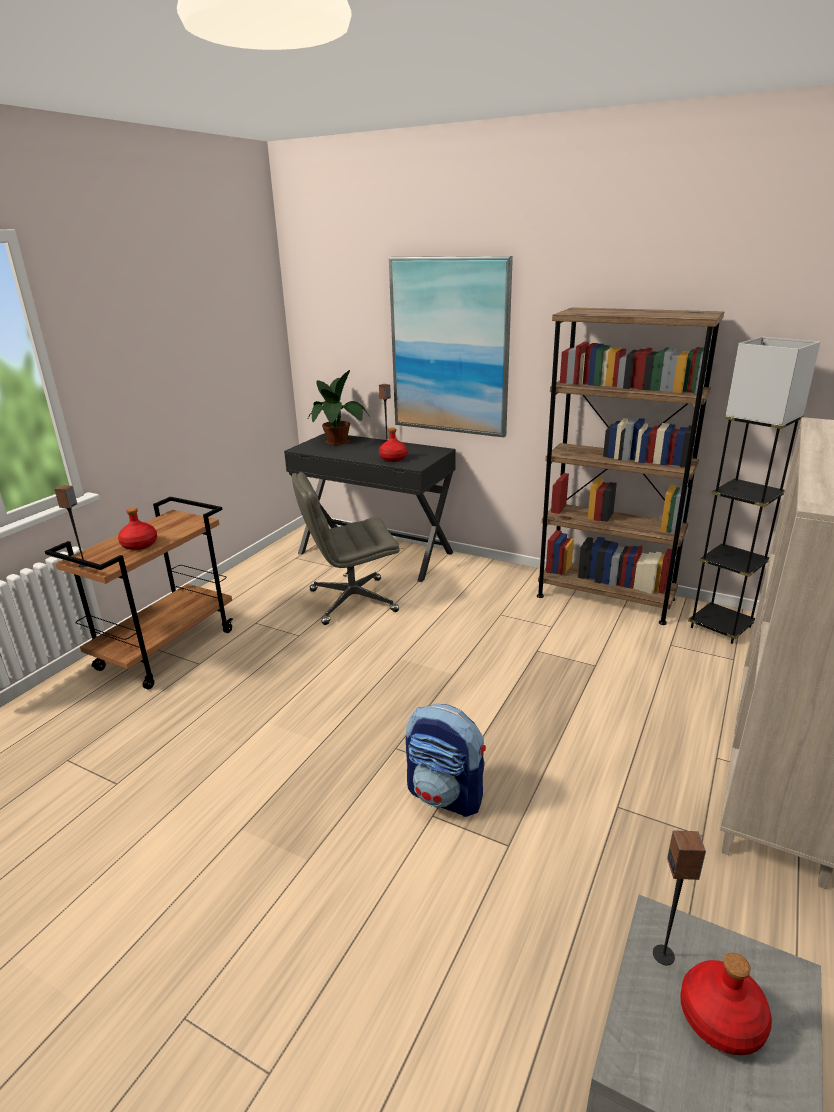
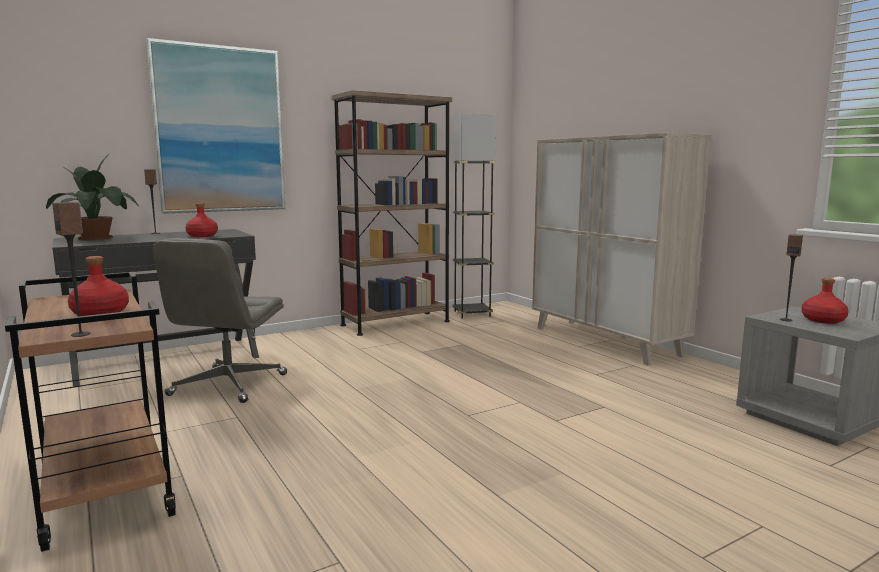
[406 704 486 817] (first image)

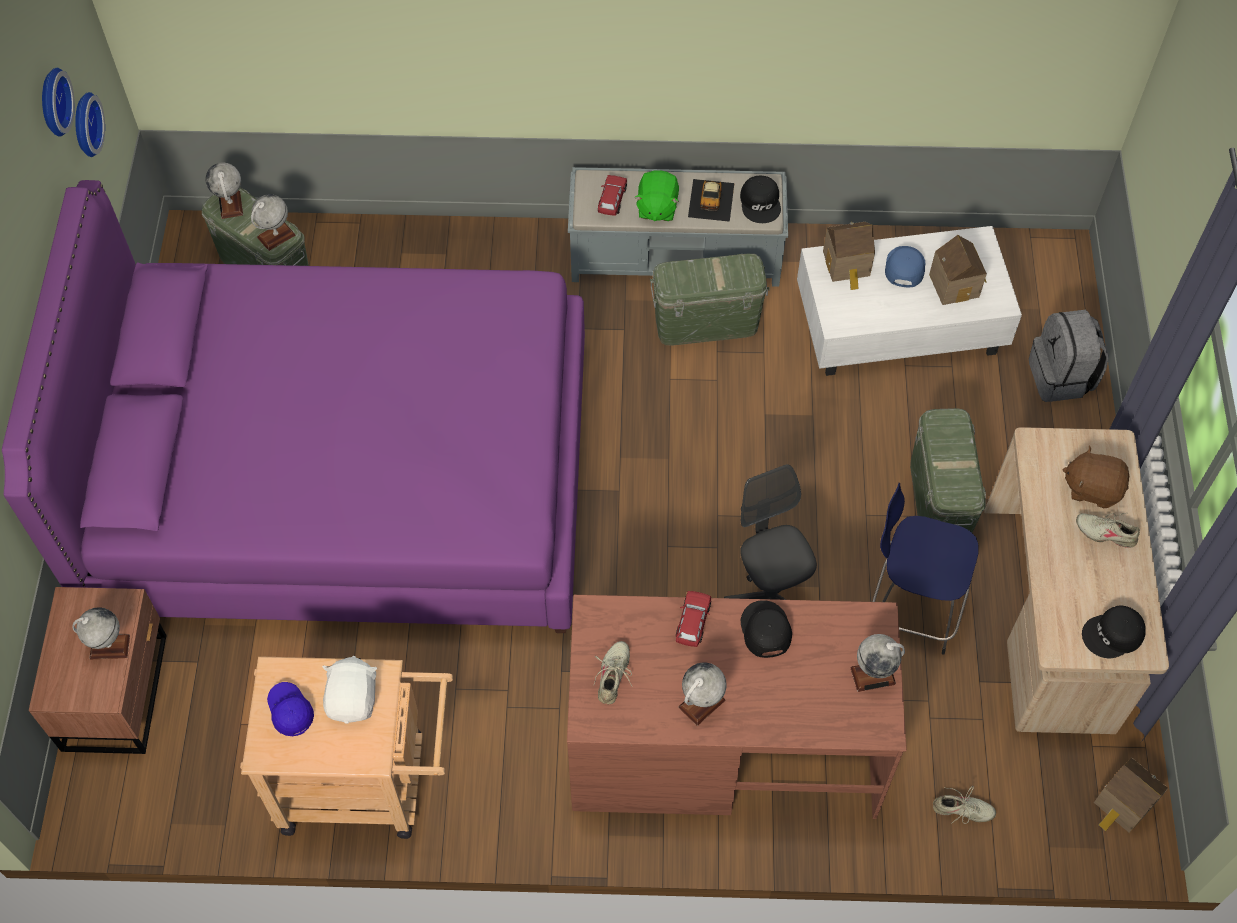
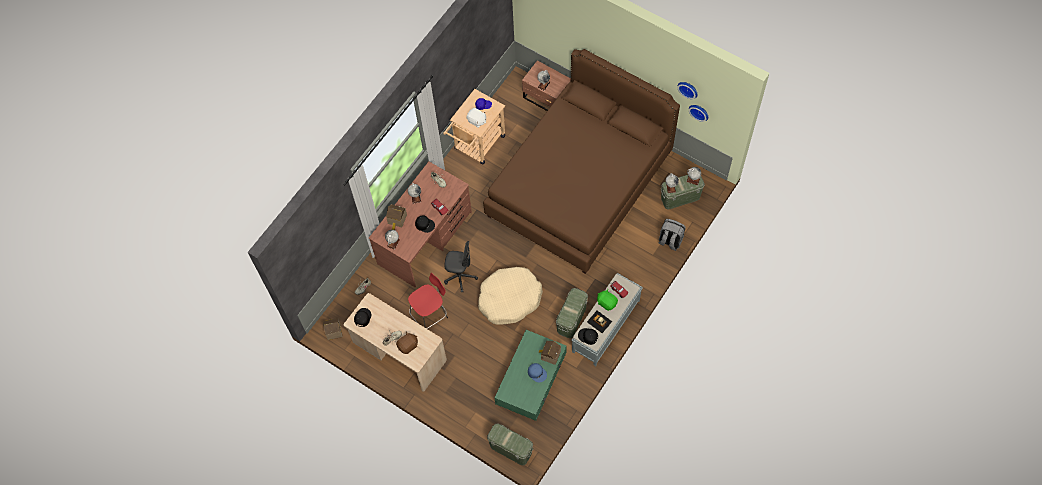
[483 49 680 274]
[495 330 567 421]
[408 273 448 329]
[487 423 533 466]
[386 204 407 230]
[658 219 686 251]
[478 267 543 325]

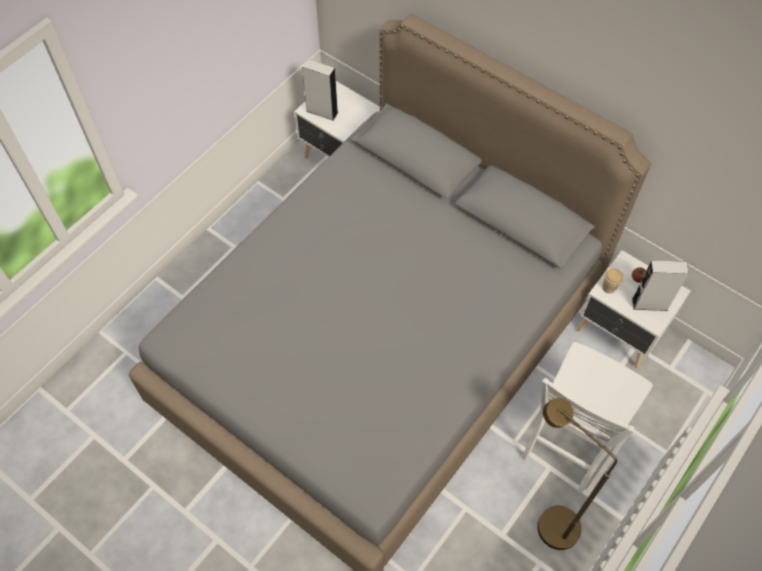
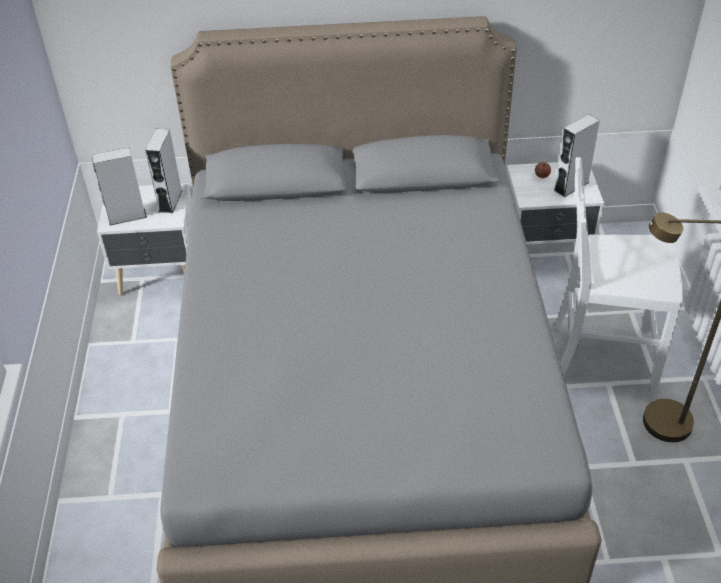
[554 157 683 392]
[602 268 623 294] (first image)
[145 129 182 213]

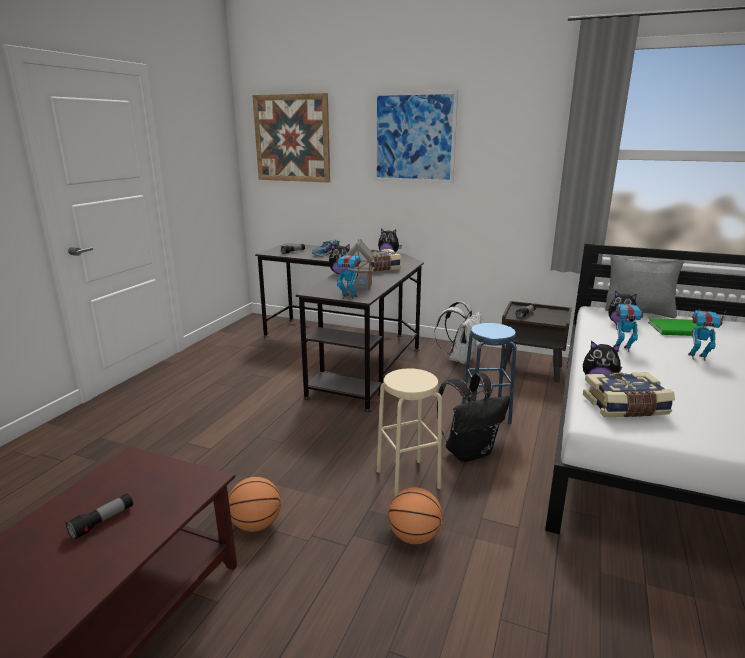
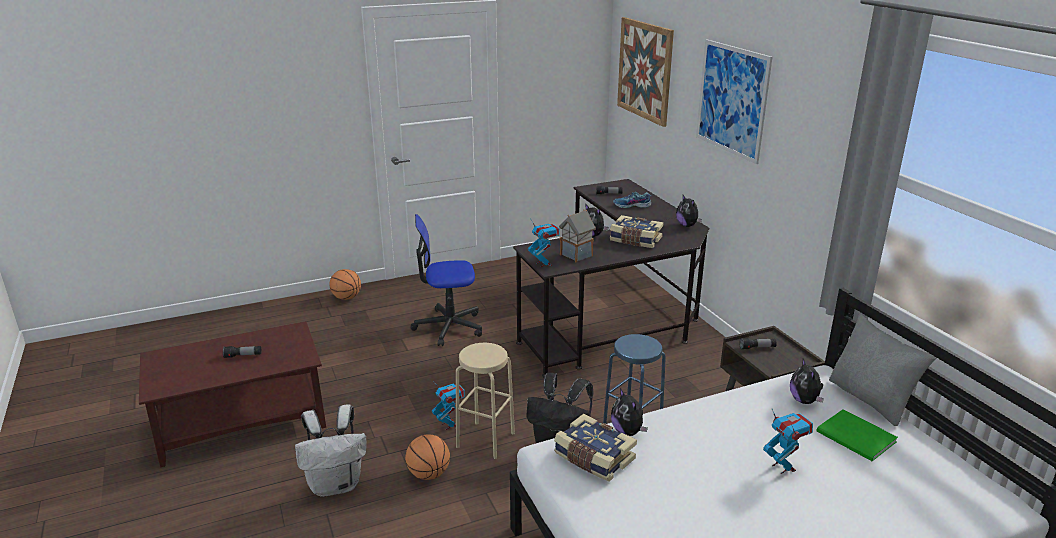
[329 269 361 300]
[295 405 367 497]
[432 381 465 430]
[411 214 482 346]

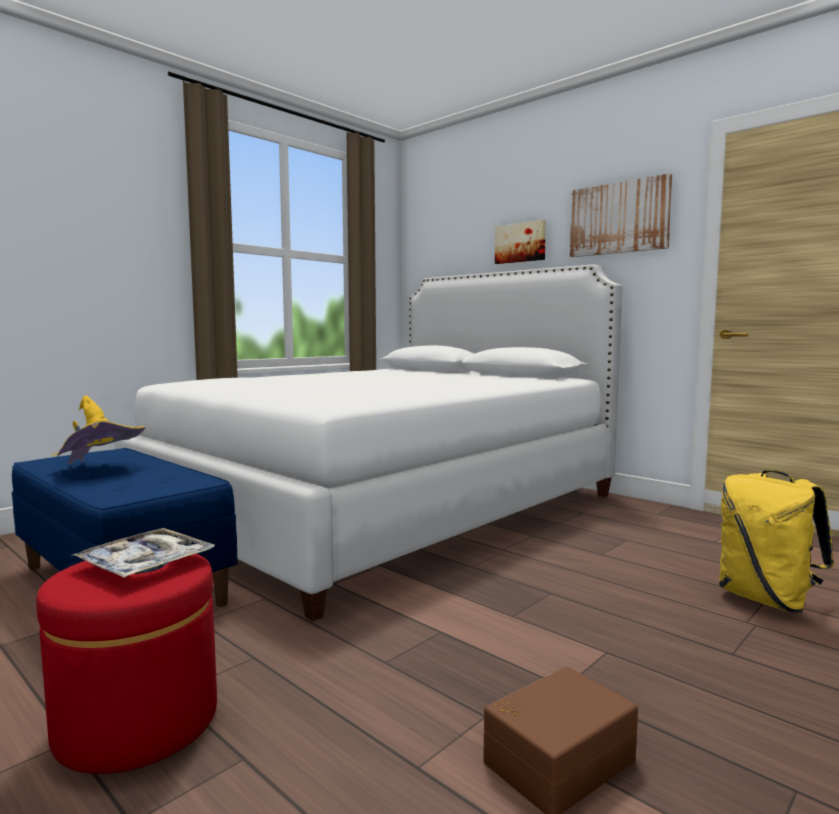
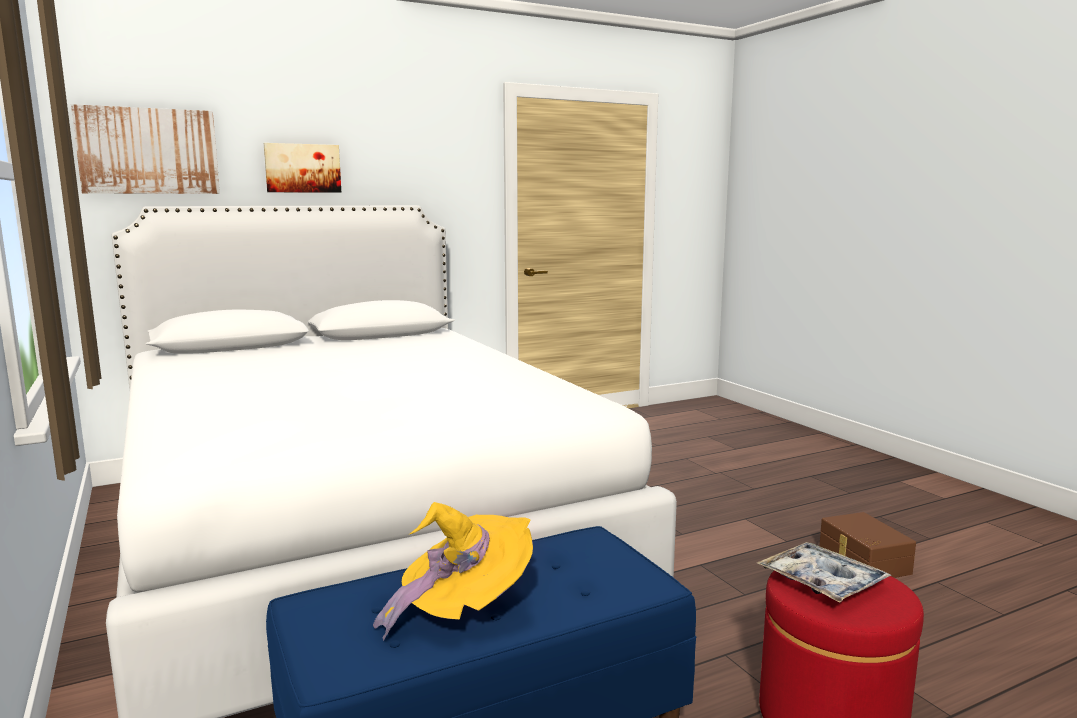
[71 104 220 194]
[719 470 834 613] (first image)

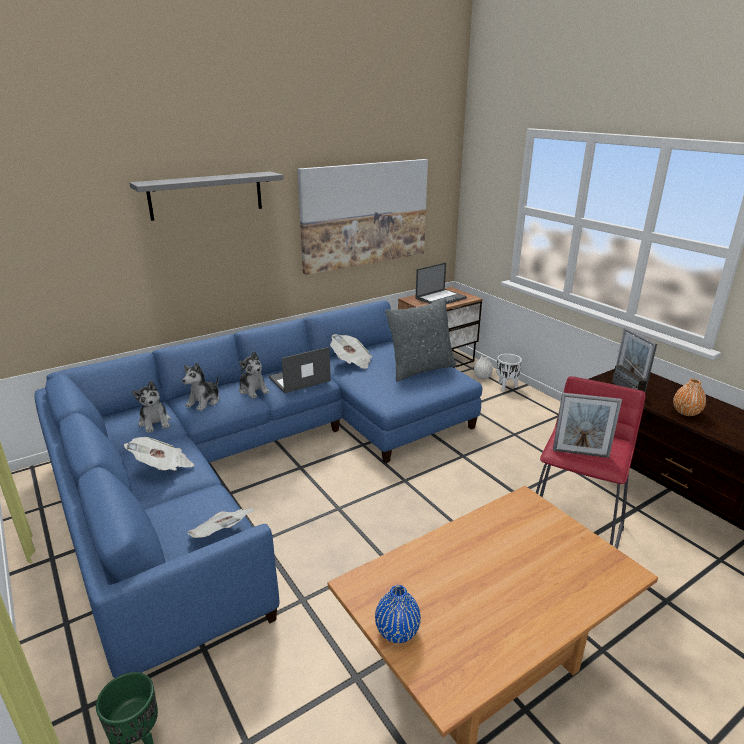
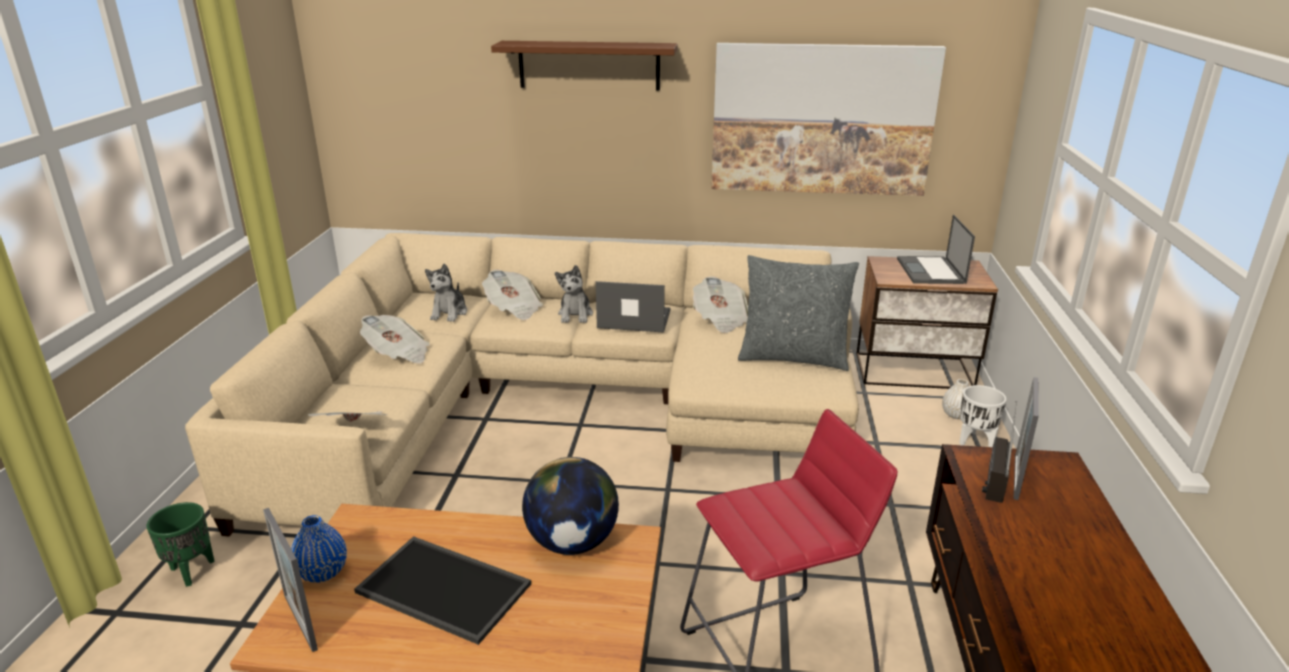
[185 233 859 536]
[491 41 677 91]
[482 269 543 320]
[897 215 975 284]
[263 508 318 652]
[673 379 706 416] (first image)
[354 536 531 645]
[522 457 619 555]

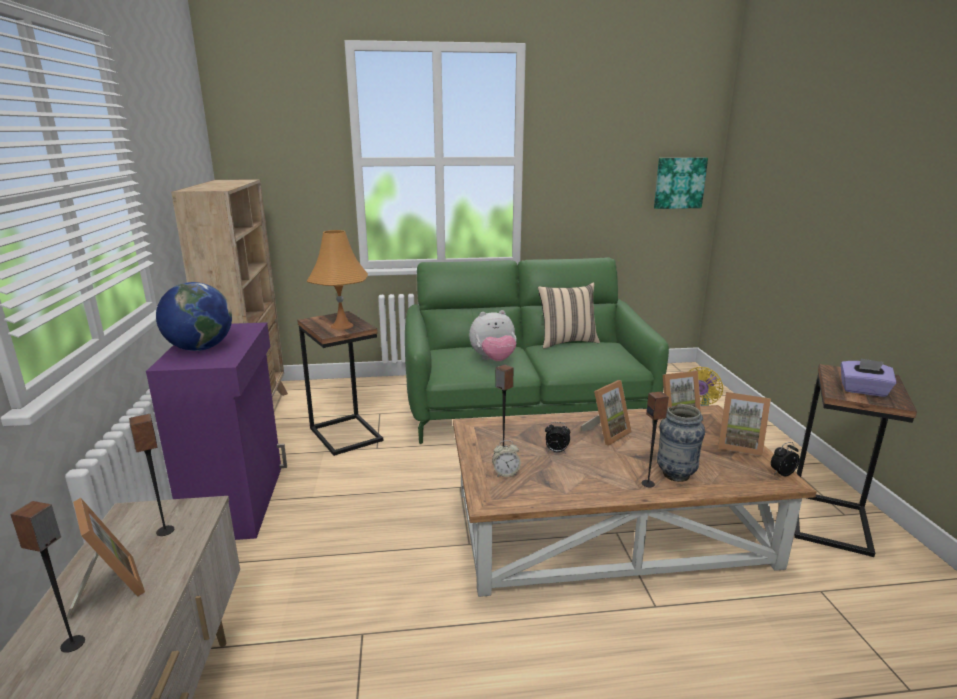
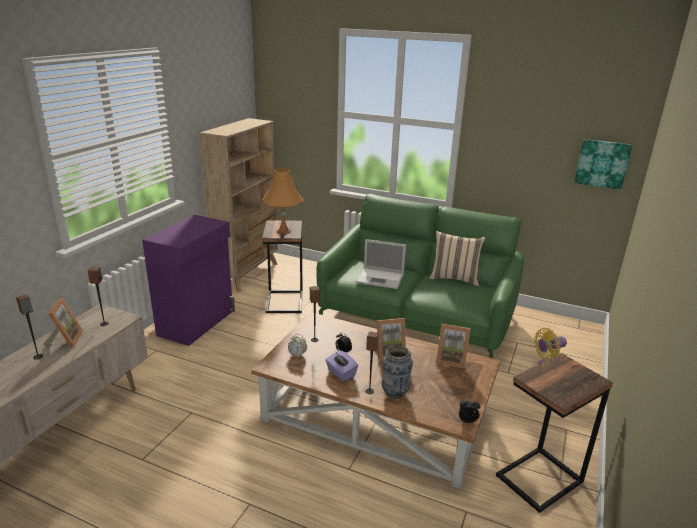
[156 282 232 351] (first image)
[356 239 406 289]
[718 392 771 456] (first image)
[325 350 358 382]

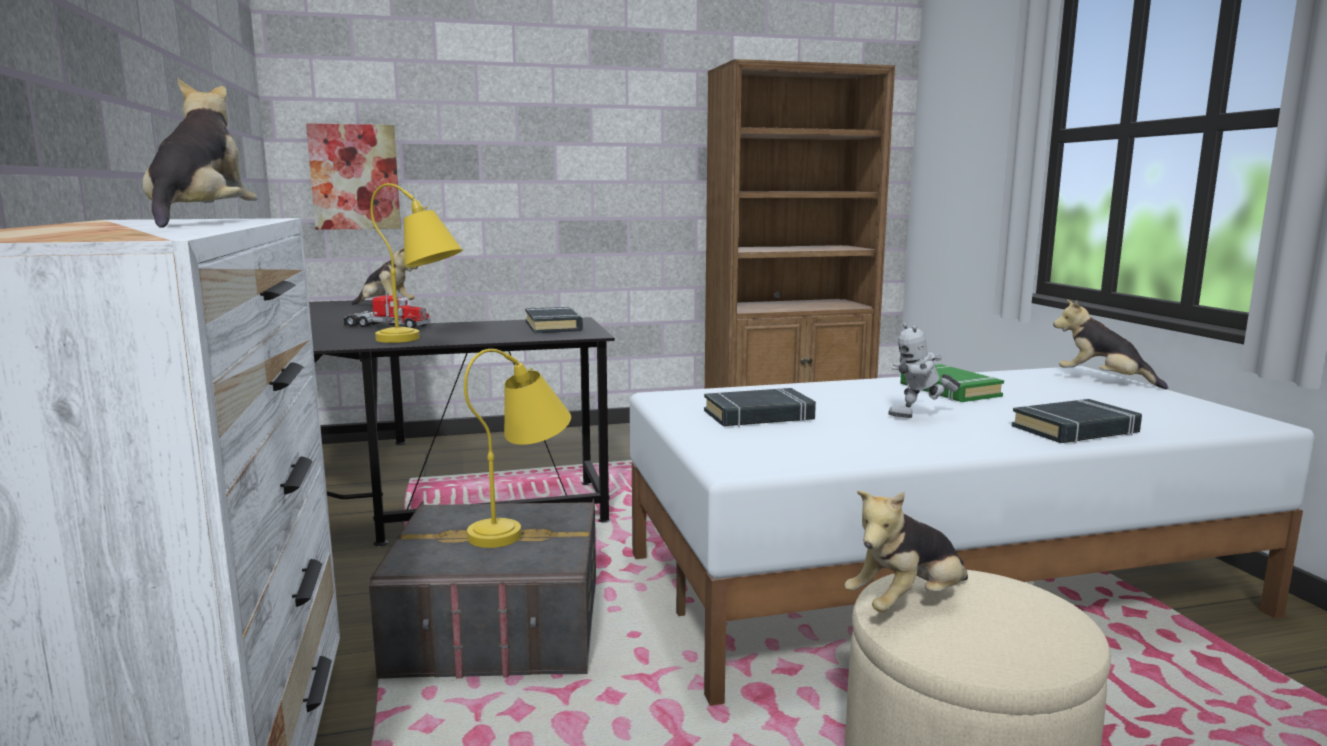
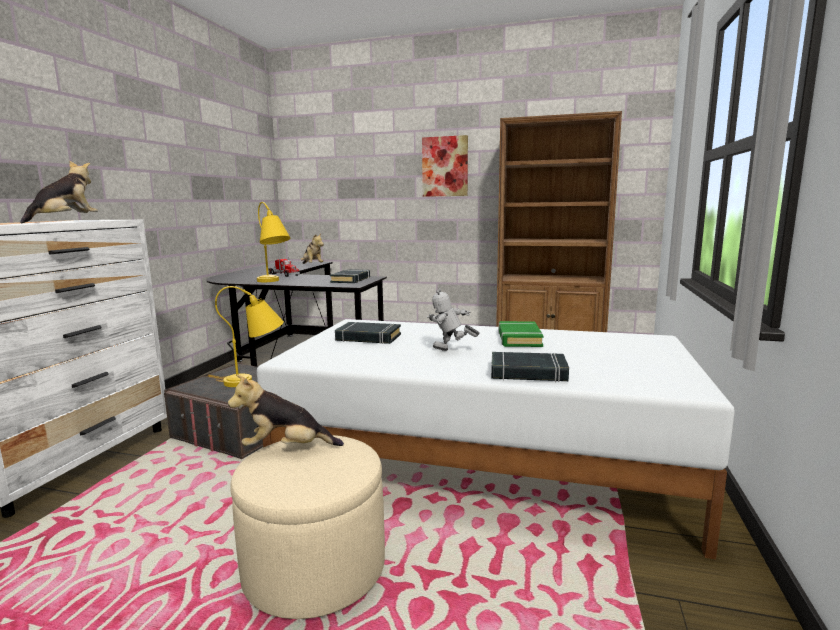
[422 135 468 197]
[1053 299 1168 389] (first image)

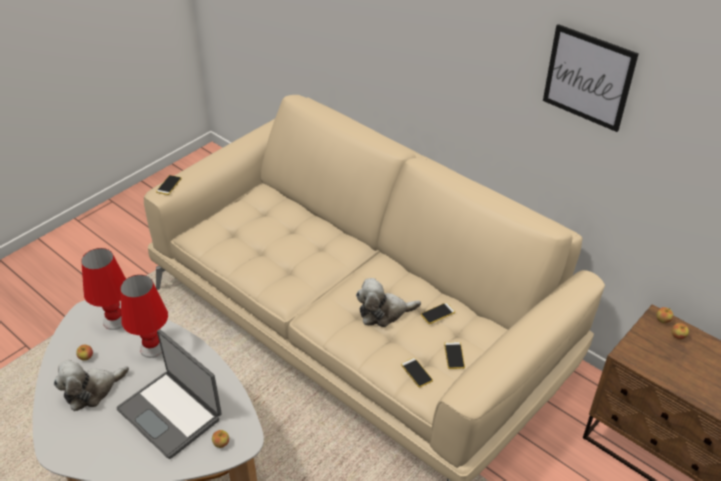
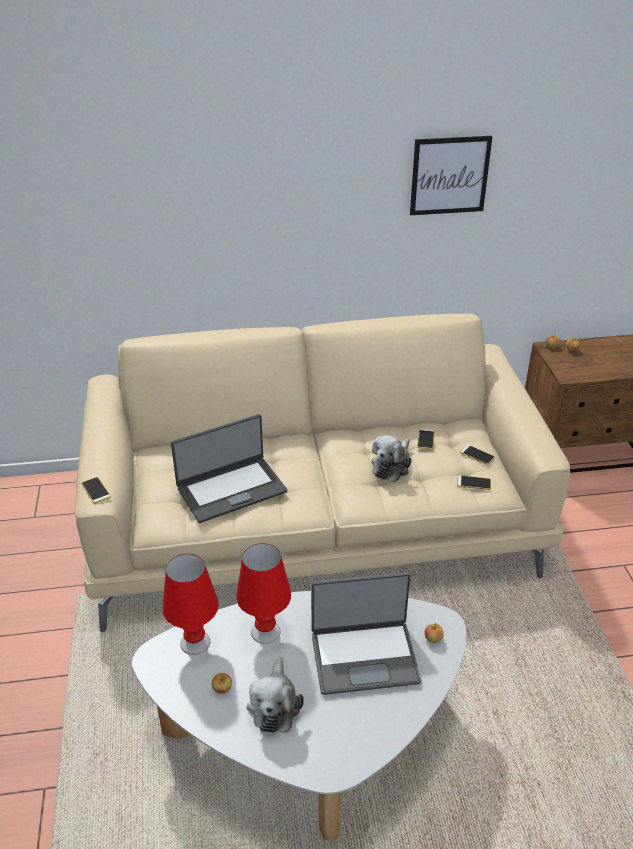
[171 414 287 523]

